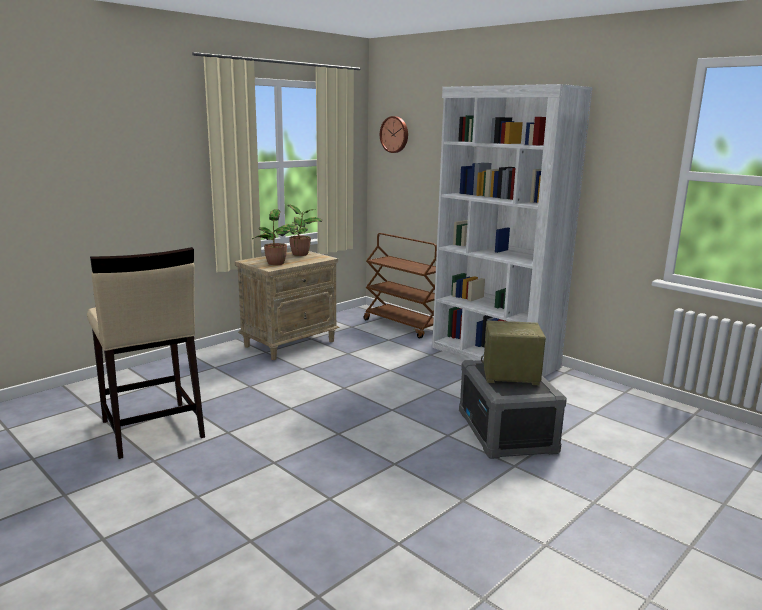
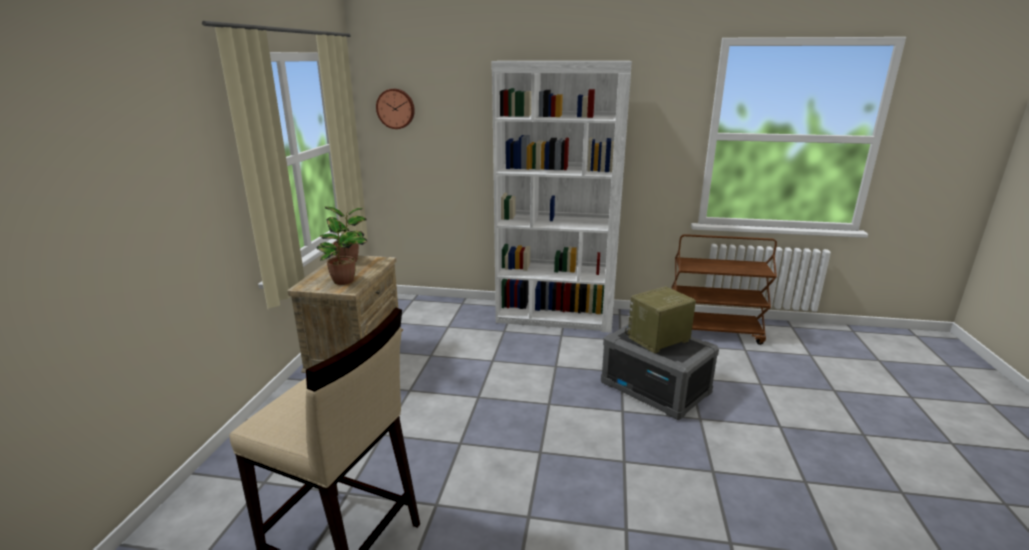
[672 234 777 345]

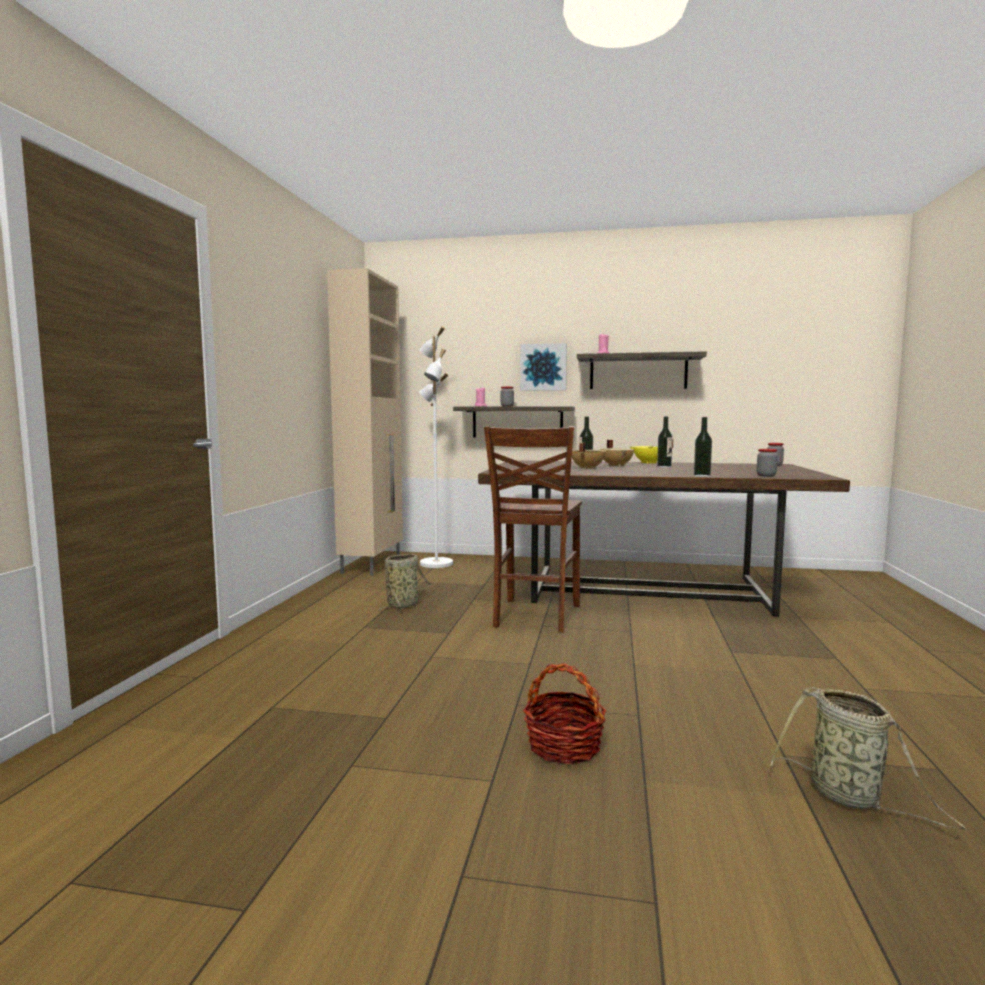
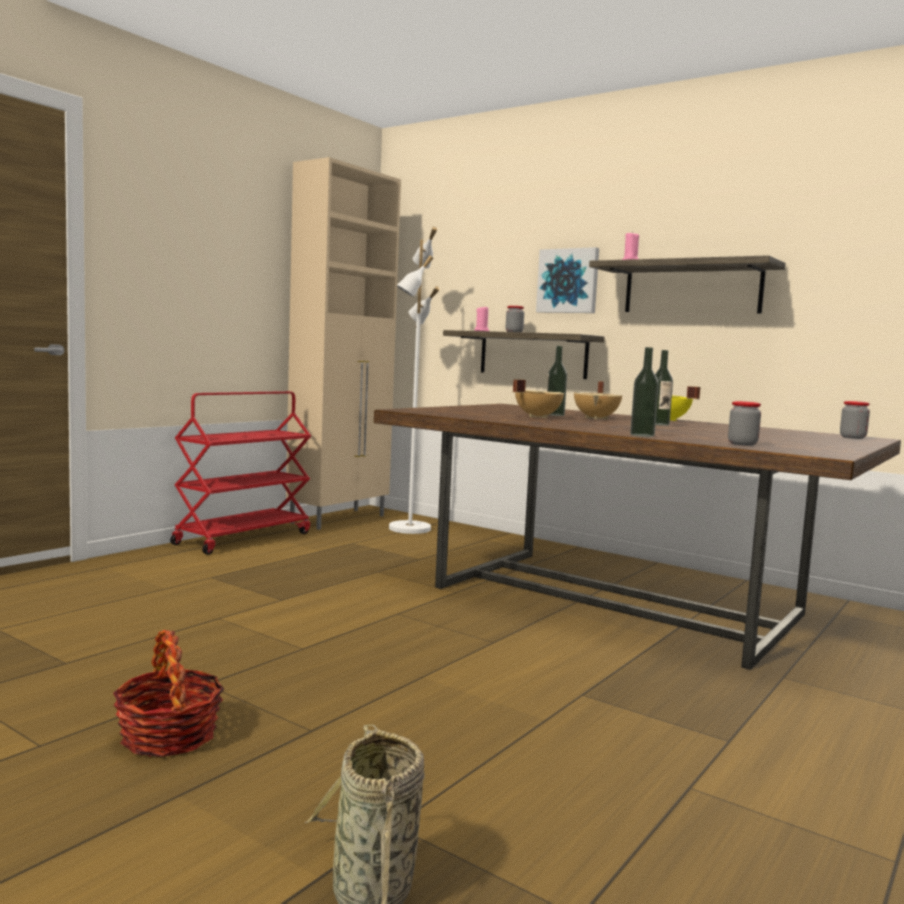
[379 554 432 611] (first image)
[484 426 582 633] (first image)
[170 391 311 555]

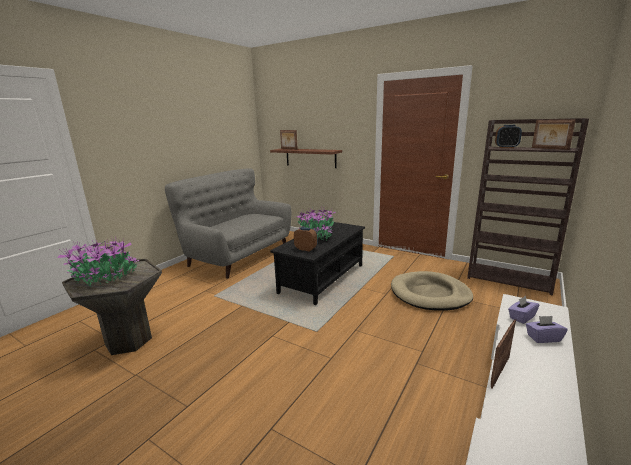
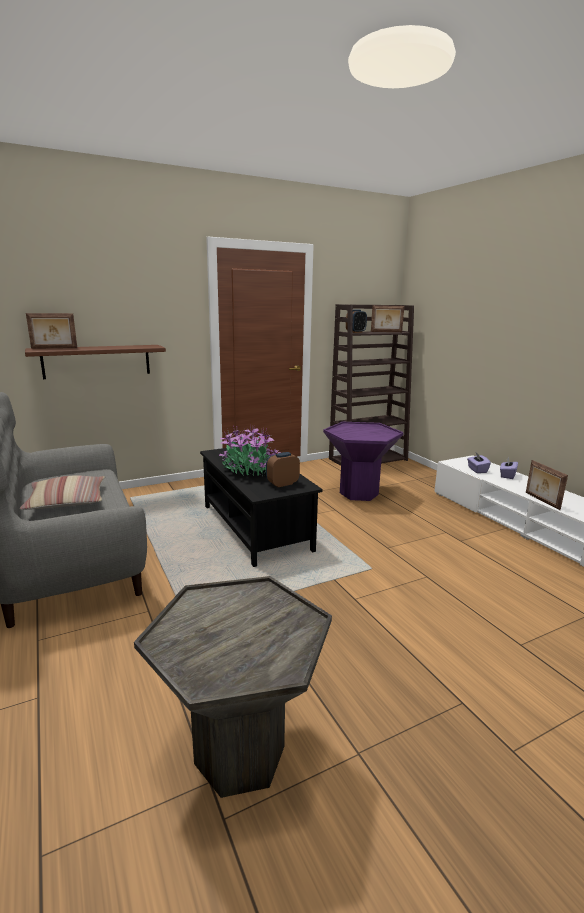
[57 239 139 287] (first image)
[323 422 404 501]
[20 475 105 510]

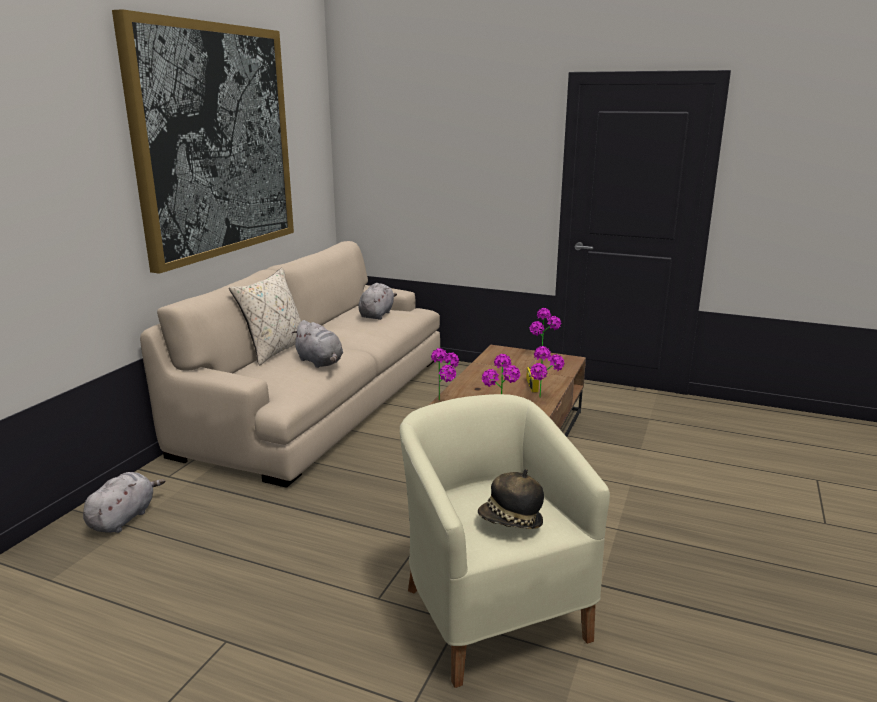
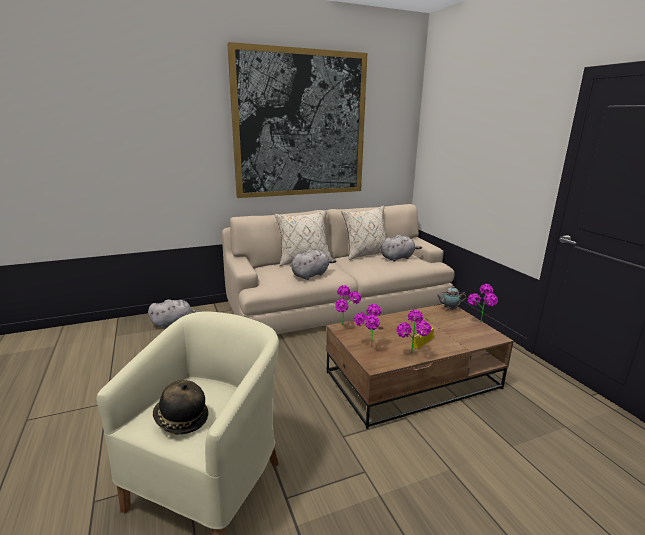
[291 249 336 280]
[341 206 387 260]
[436 286 466 310]

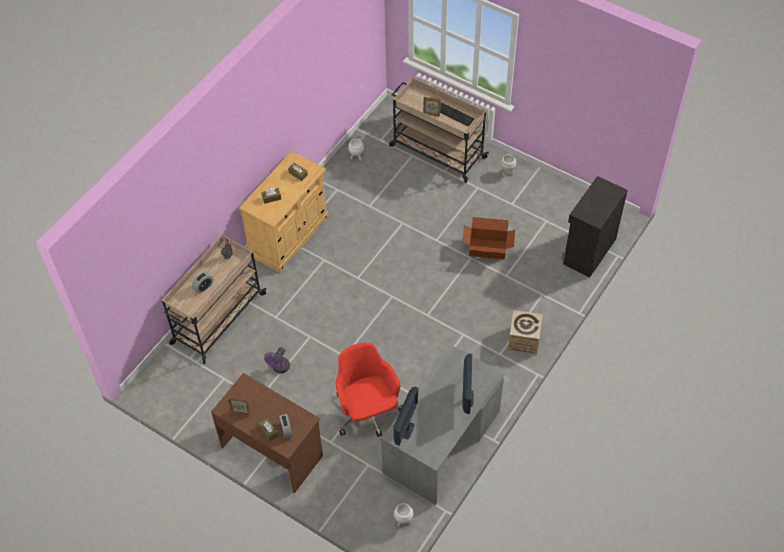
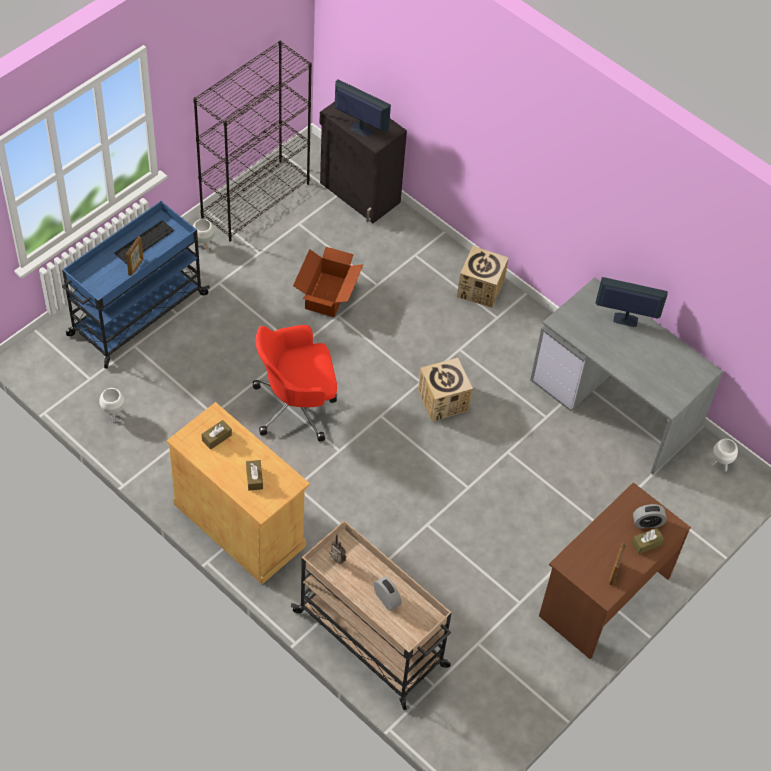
[264 347 290 374] (first image)
[253 325 337 442]
[62 201 210 369]
[335 79 391 138]
[193 40 312 242]
[418 358 473 422]

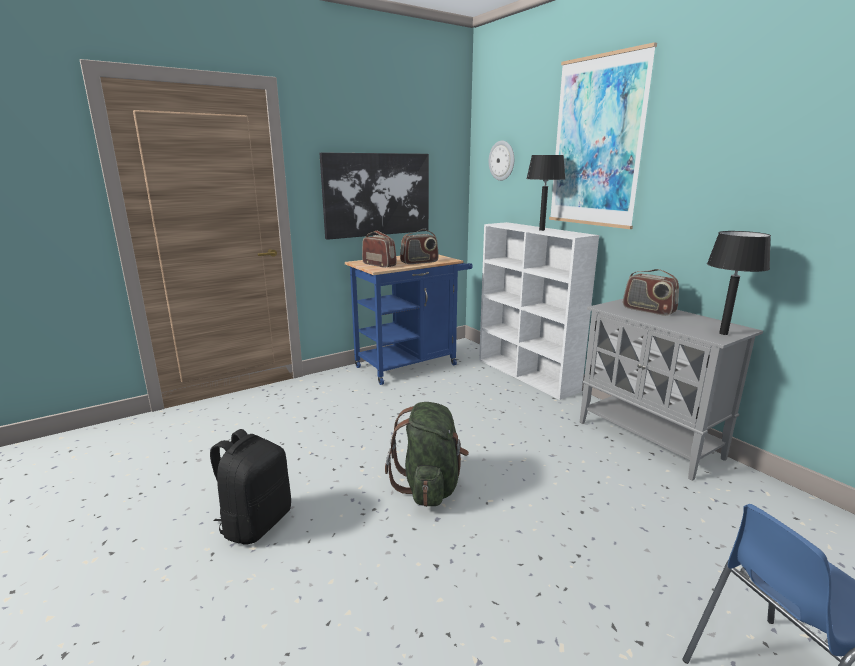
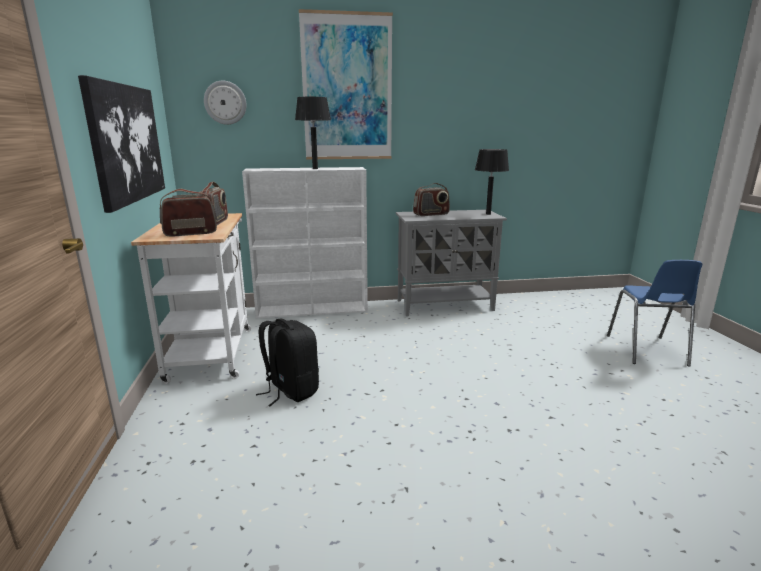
[256 318 319 406]
[131 213 251 384]
[385 402 469 507] (first image)

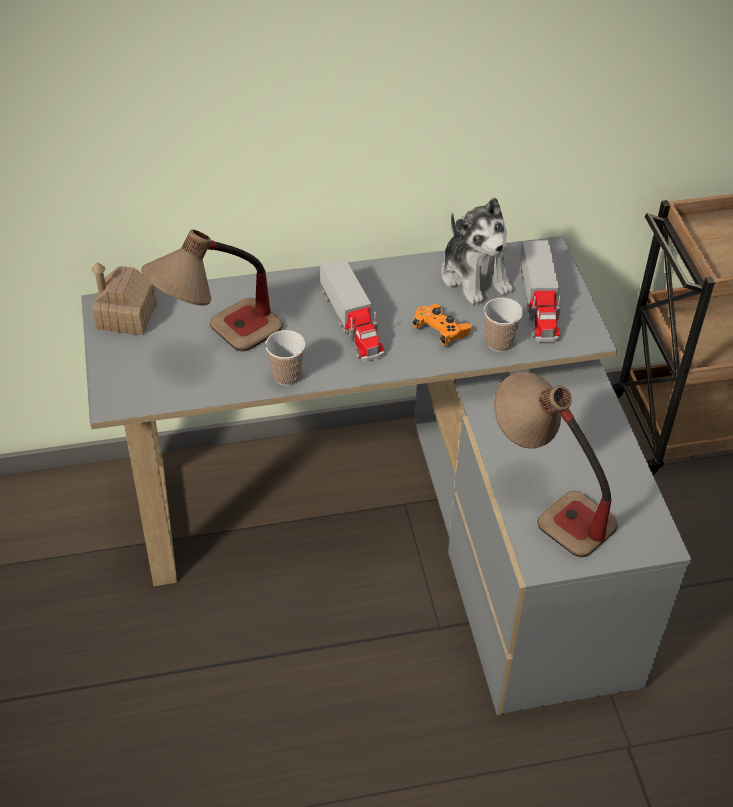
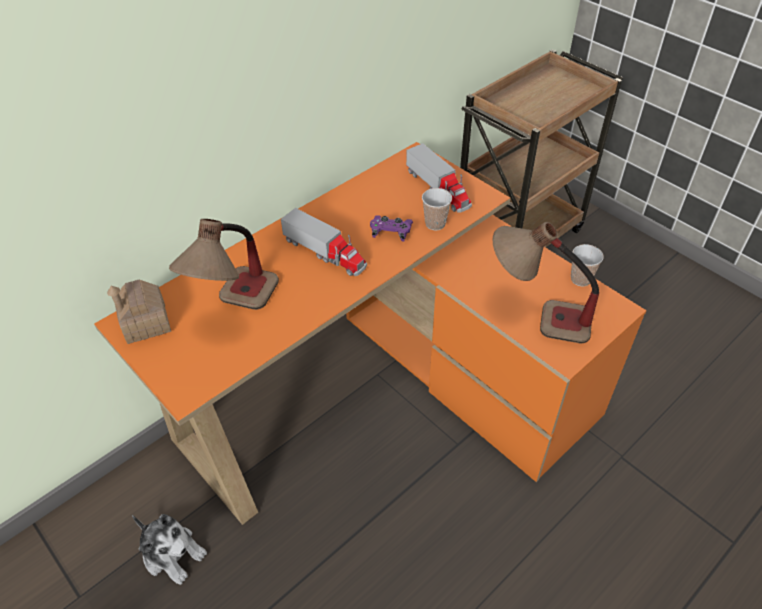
[94 142 646 525]
[571 244 604 287]
[370 215 413 241]
[132 514 207 585]

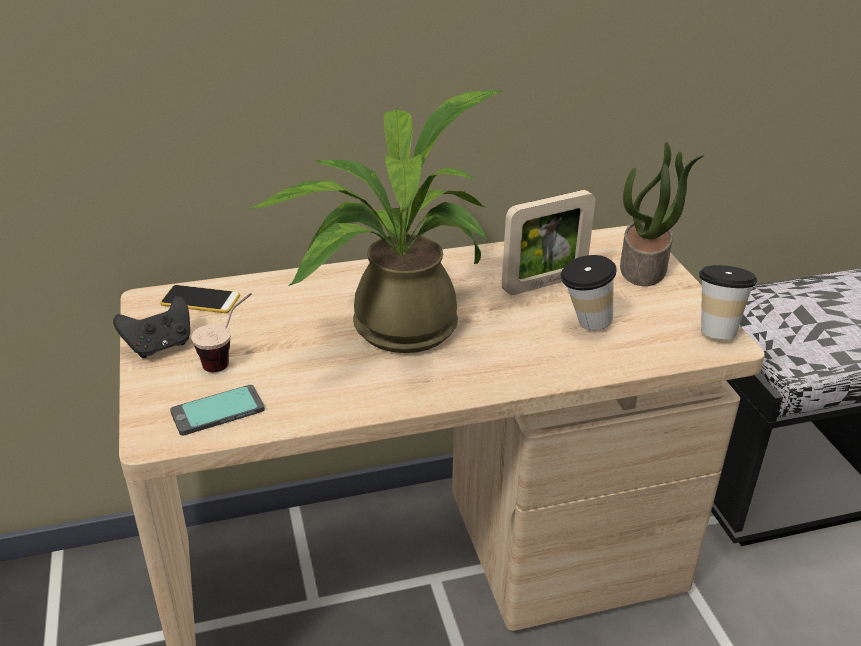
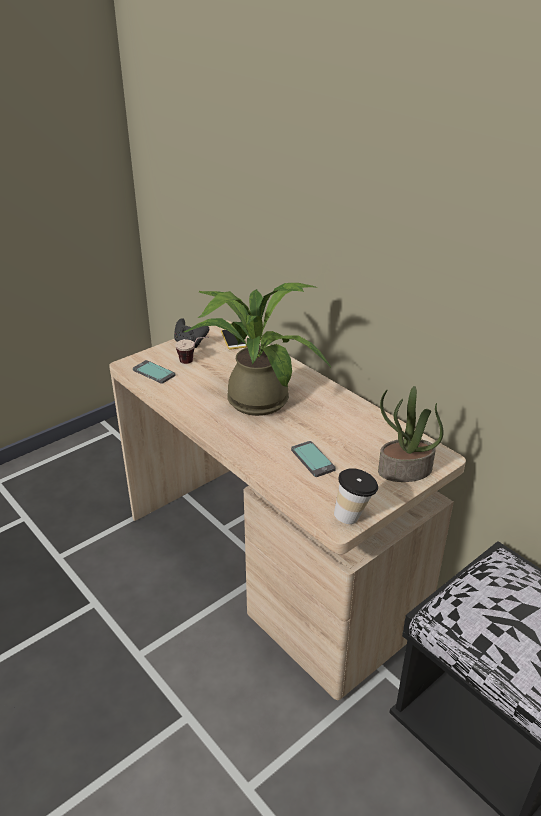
[502 190 595 295] (first image)
[291 441 336 477]

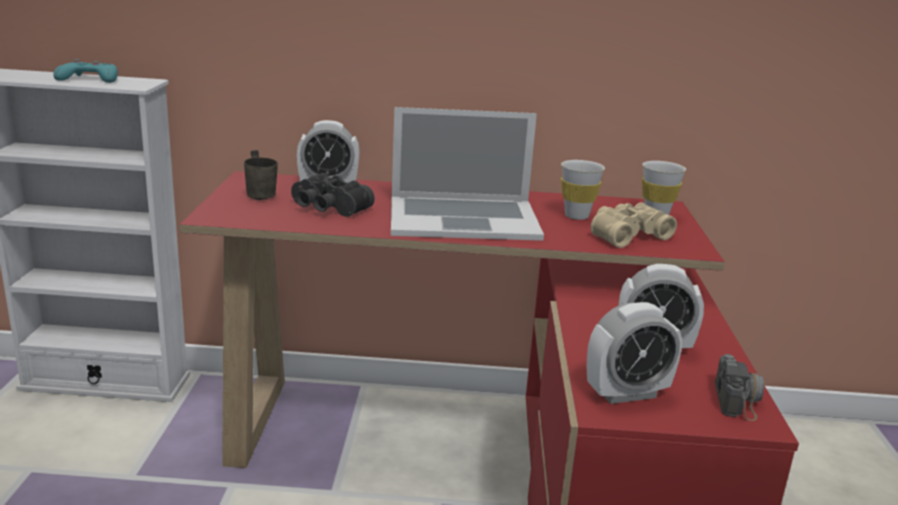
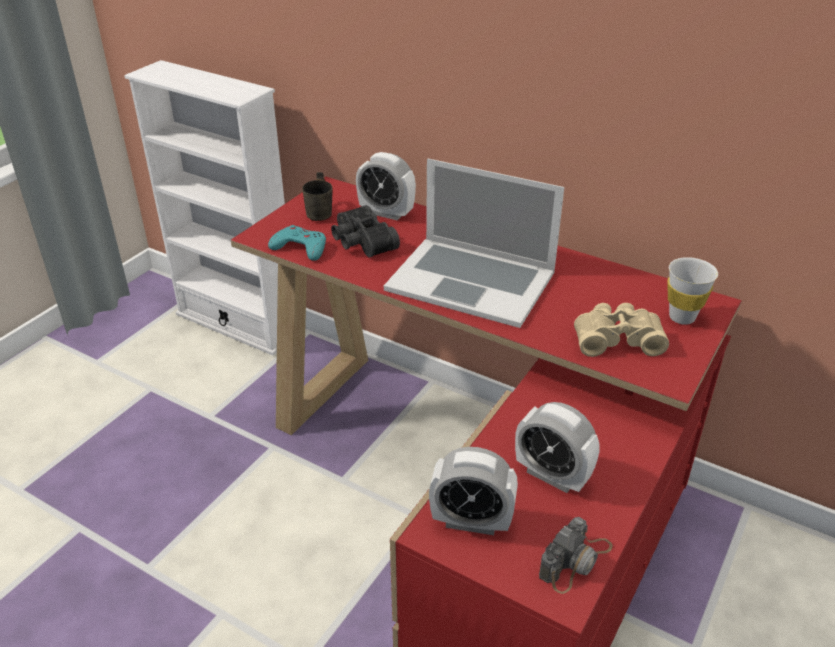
[268 225 326 261]
[561 160 605 220] (first image)

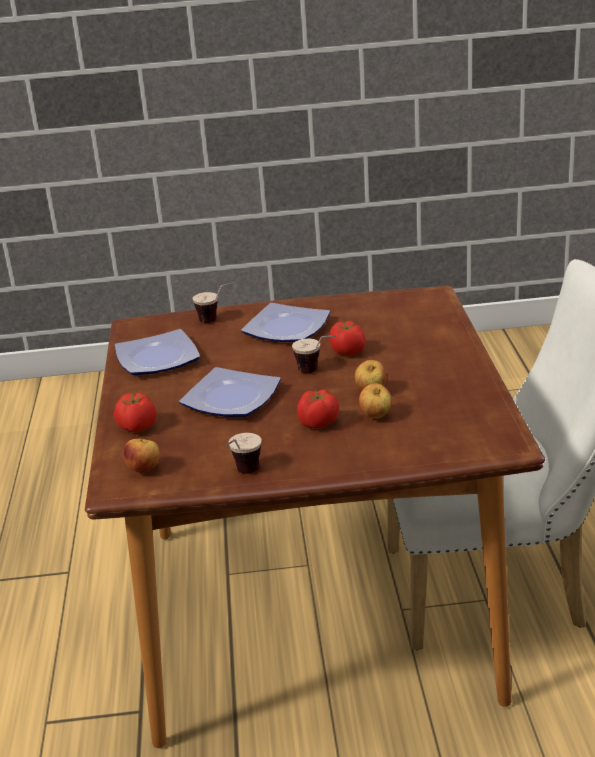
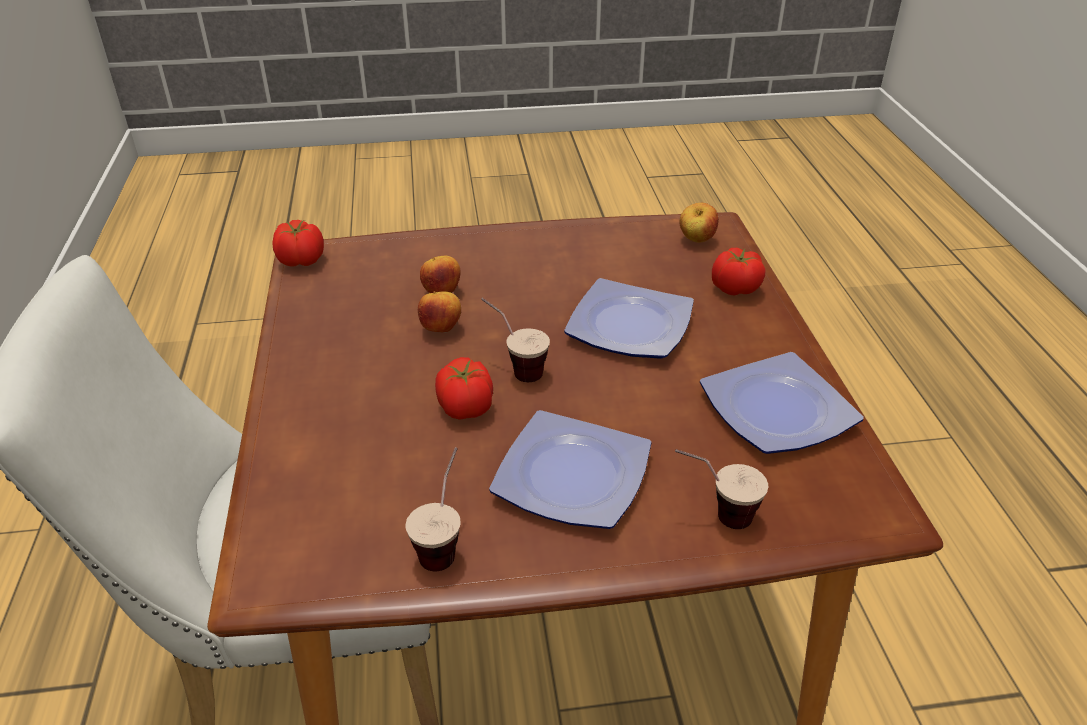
[405 447 461 571]
[272 220 324 267]

